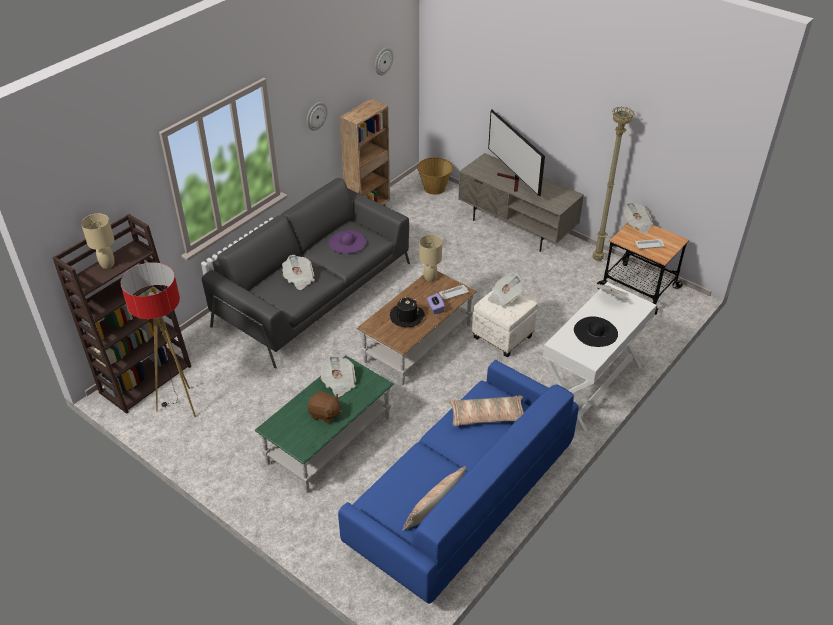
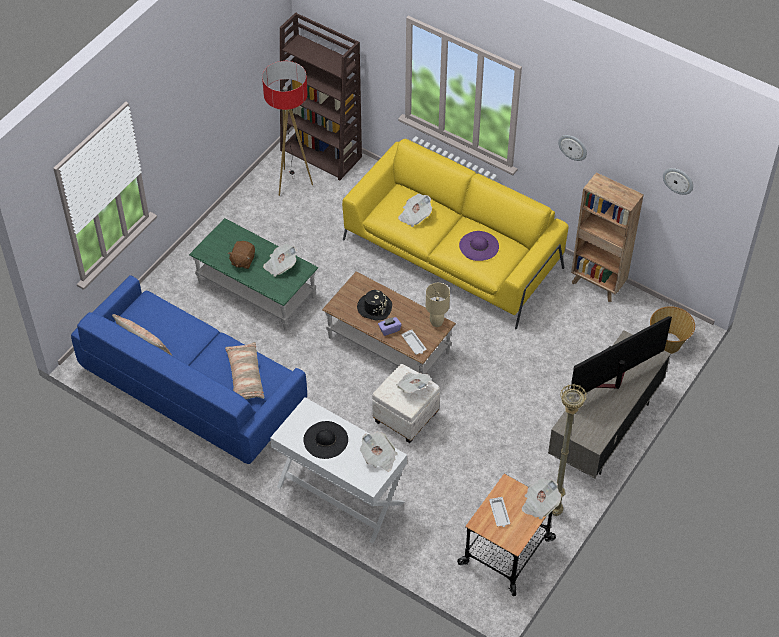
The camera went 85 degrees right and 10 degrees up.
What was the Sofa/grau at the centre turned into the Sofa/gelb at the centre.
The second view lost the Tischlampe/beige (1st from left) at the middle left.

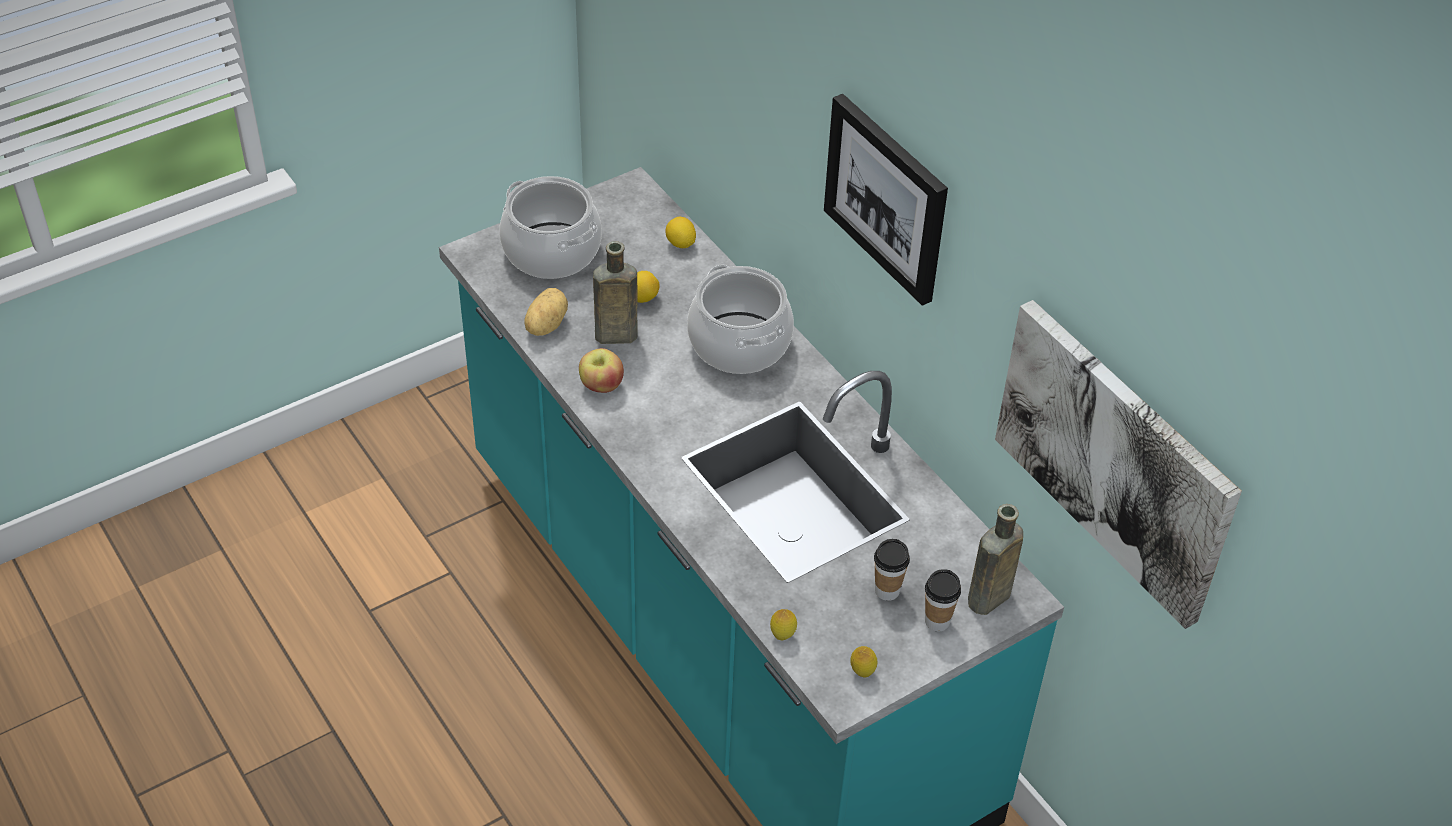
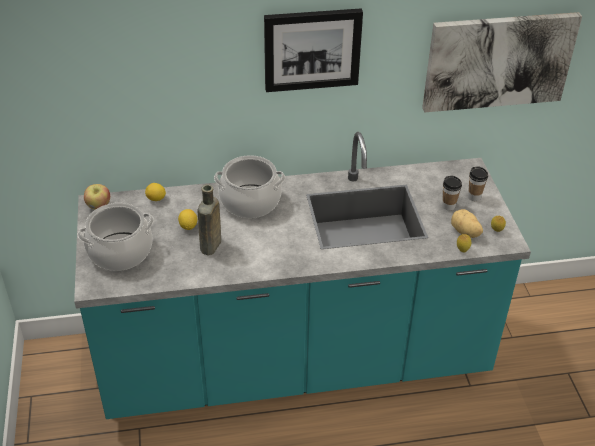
The camera went 65 degrees left and 5 degrees down.
The Apfel ended up elsewhere, having gone from the centre to the middle left.
The Kartoffel ended up elsewhere, having gone from the centre to the middle right.
The second view lost the Flasche/braun (2nd from left) at the bottom right.

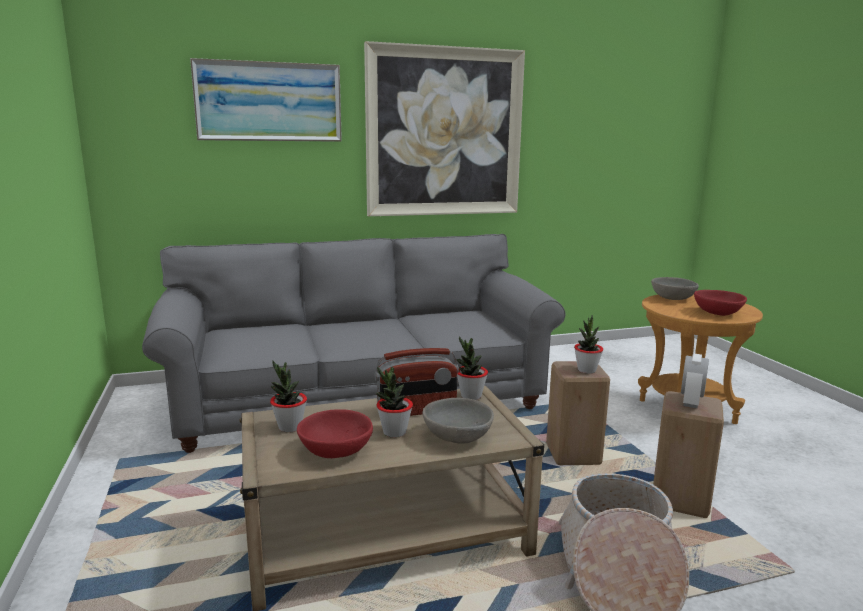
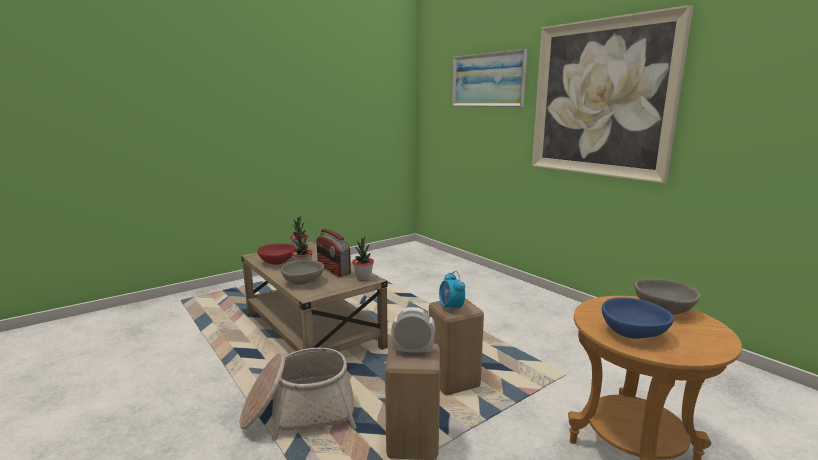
The camera went 70 degrees right and 0 degrees up.
Where the Topfpflanze (4th from left) stood at the middle right, the Wecker (2nd from left) came to stand at the centre.
What was the Schüssel/rot (2nd from left) at the middle right turned into the Schüssel/blau at the bottom right.
The second view lost the Sofa/grau at the centre.

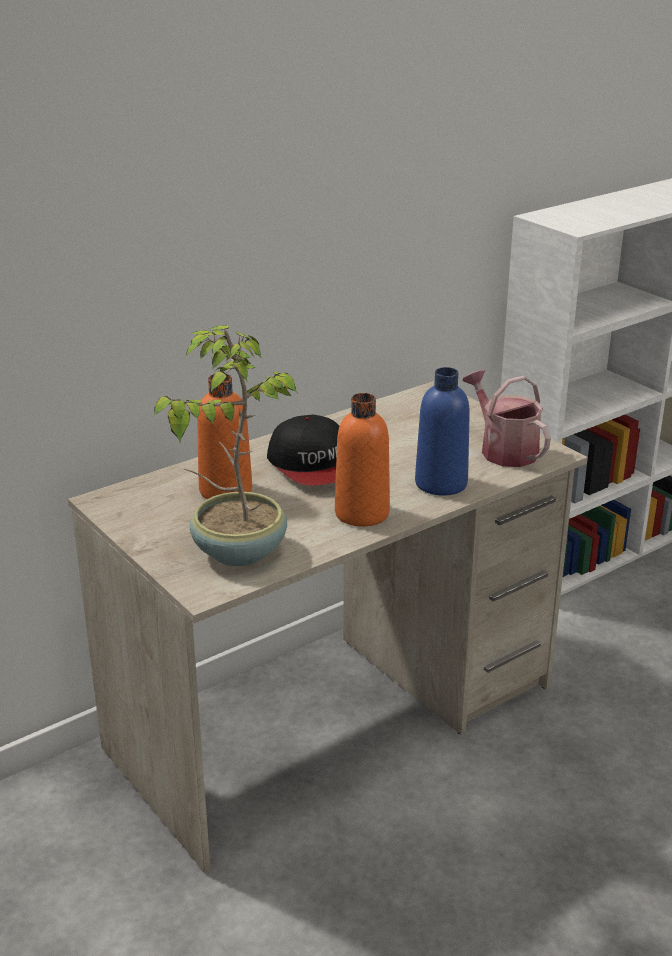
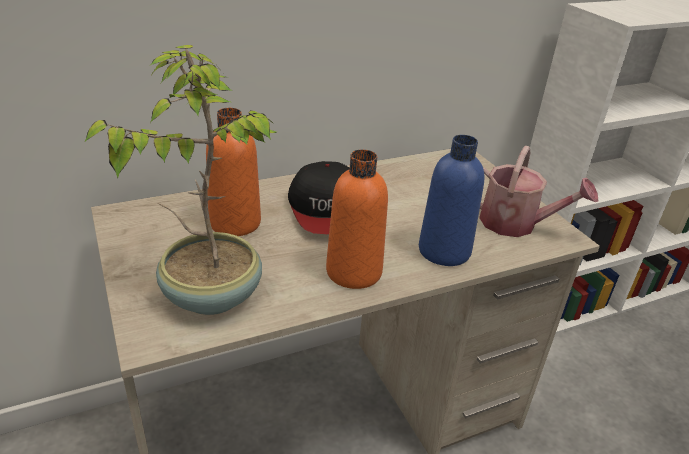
The camera went 10 degrees right and 5 degrees up.
The Gießkanne at the middle right ended up facing another way, 135 degrees clockwise from before.

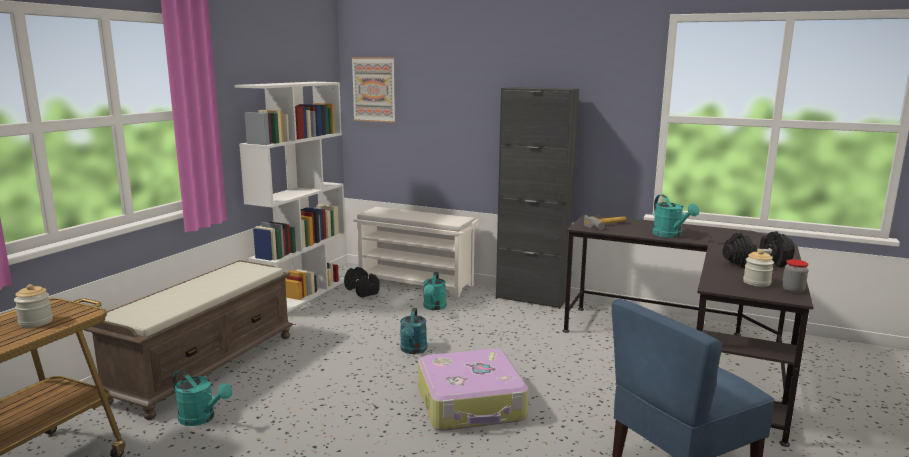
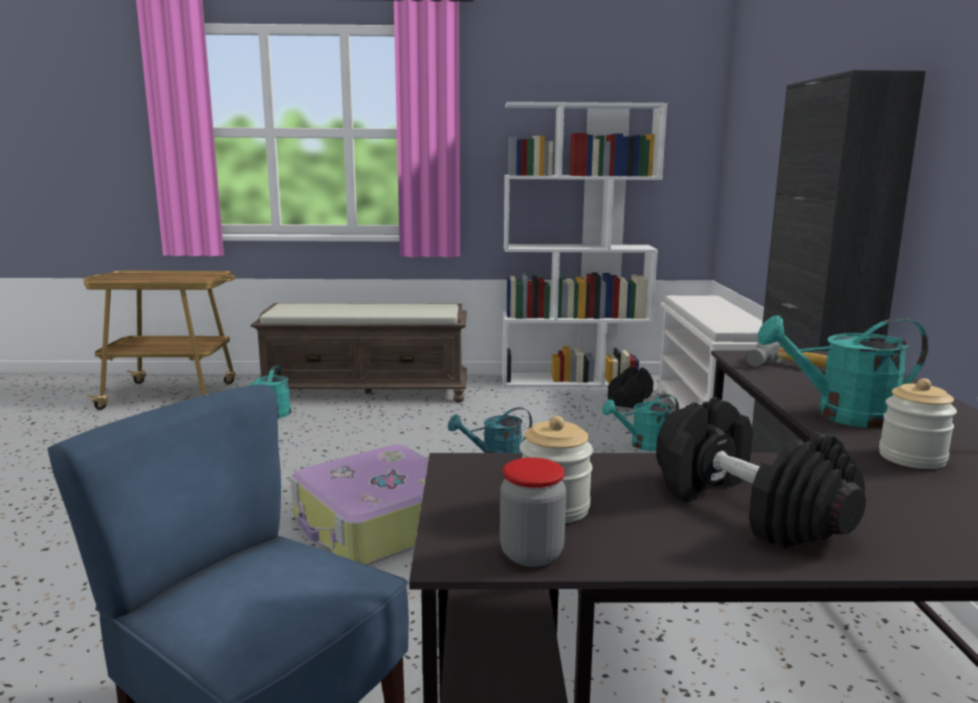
The camera went 65 degrees right and 0 degrees up.
The Gießkanne/türkis (4th from left) at the middle right ended up facing another way, 45 degrees clockwise from before.
The Vorratsglas (1st from left in the first image) ended up elsewhere, having gone from the bottom left to the middle right.
The second view lost the Bild at the top centre.

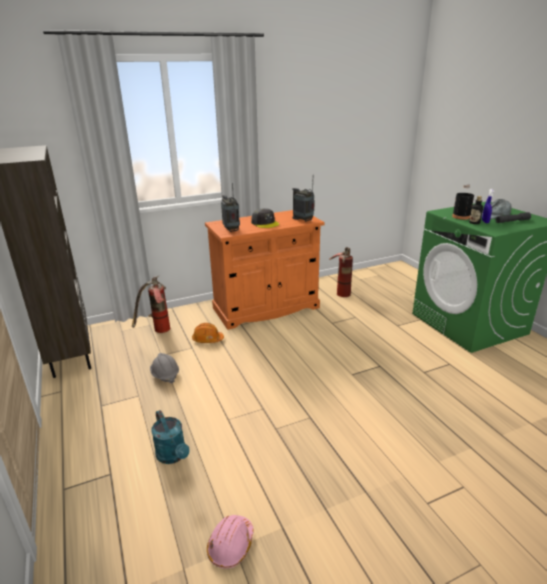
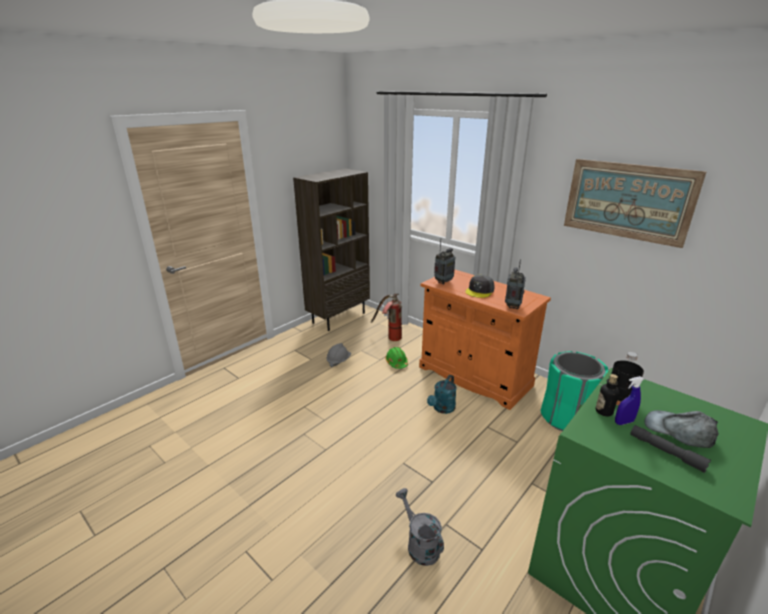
The camera went 65 degrees right and 0 degrees up.
What was the Schutzhelm/orange at the centre turned into the Schutzhelm/grün at the centre.
The second view gained the Gießkanne/grau at the bottom centre.
The Gießkanne/türkis ended up elsewhere, having gone from the bottom left to the centre.
Where the Feuerlöscher (2nd from left) stood at the centre, the Mülleimer/grün came to stand at the middle right.
The second view gained the Bild at the top right.
The second view lost the Schutzhelm/rosa at the bottom centre.

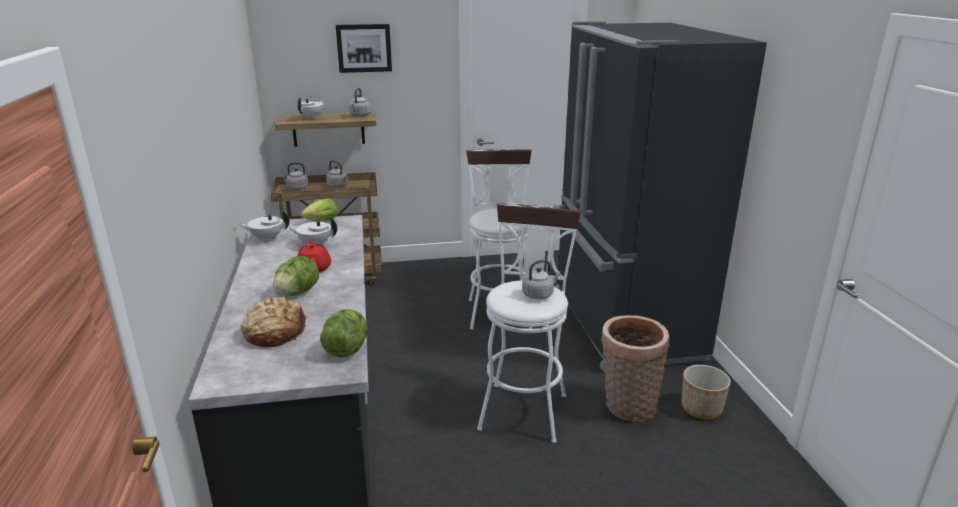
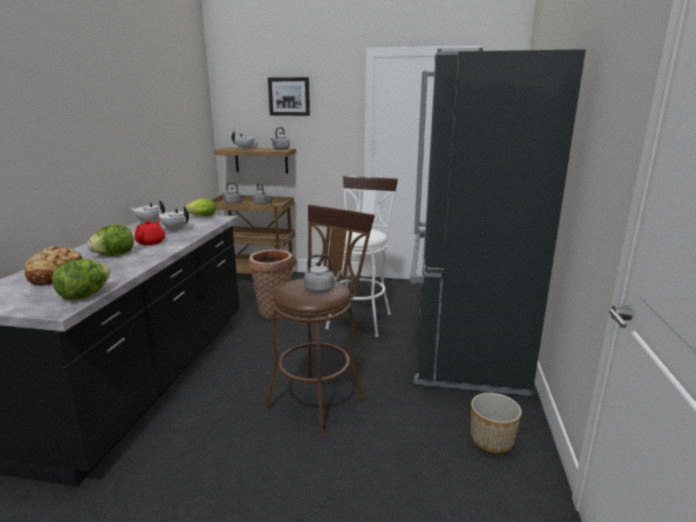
The camera went 20 degrees right and 5 degrees down.
The Korb ended up elsewhere, having gone from the bottom centre to the centre.
What was the Hocker/weiß (2nd from left) at the centre turned into the Hocker/braun at the centre.

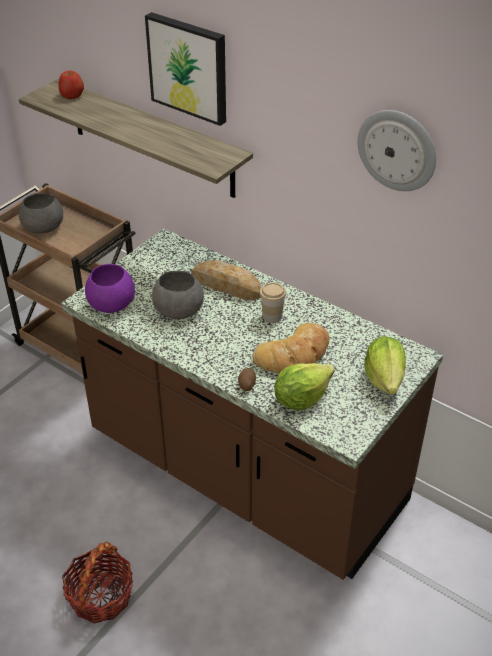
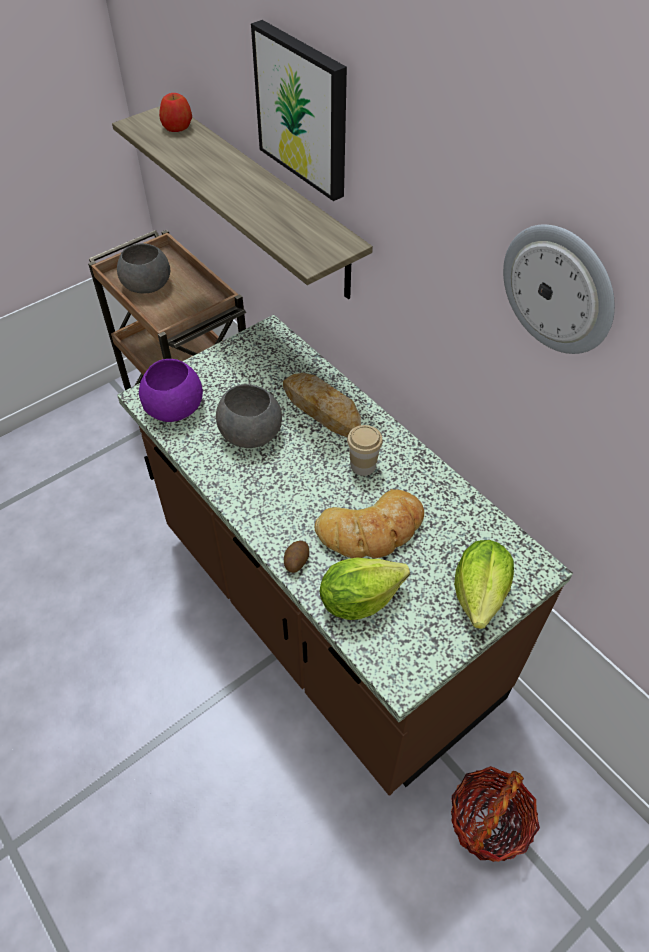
The camera went 15 degrees right and 10 degrees up.
The Korb ended up elsewhere, having gone from the bottom left to the bottom right.

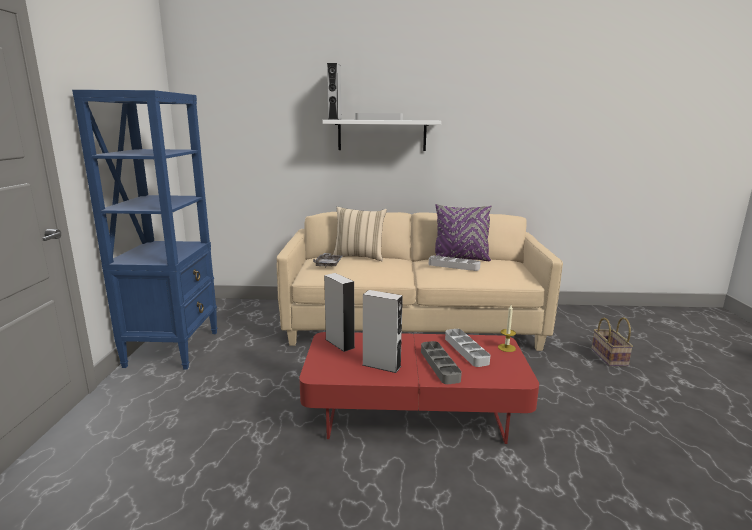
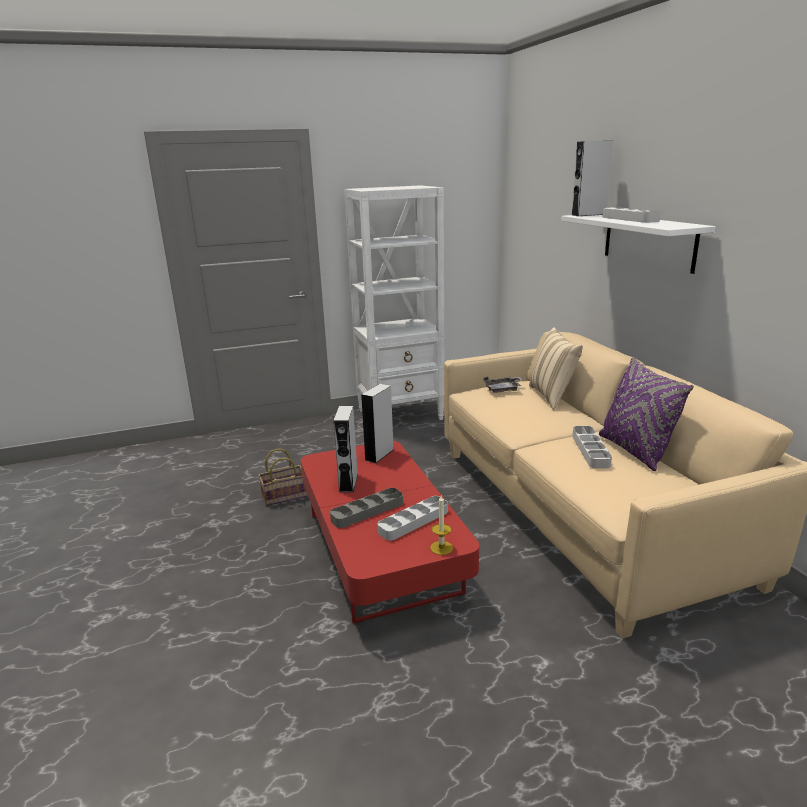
The camera went 70 degrees right and 5 degrees up.
The Korb ended up elsewhere, having gone from the middle right to the centre.
What was the Bücherregal/blau at the middle left turned into the Bücherregal/weiß at the centre.

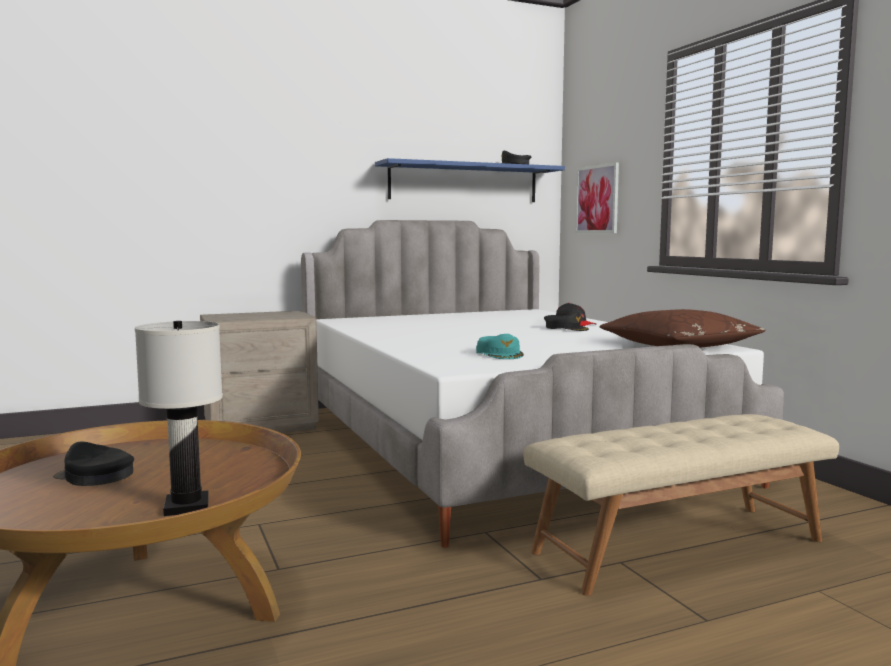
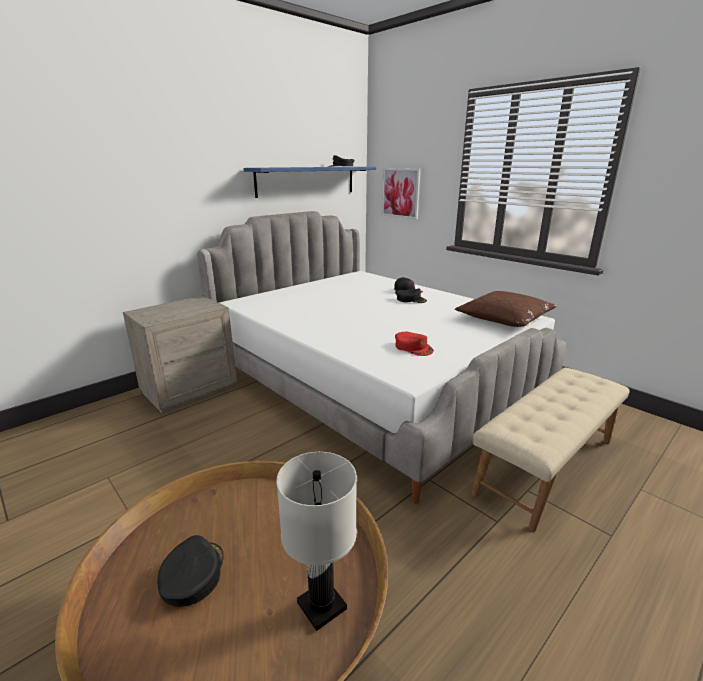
The camera went 20 degrees left and 15 degrees up.
The Kappe/schwarz (1st from left) at the bottom left ended up facing another way, 90 degrees clockwise from before.
What was the Kappe/türkis at the centre turned into the Kappe/rot at the centre.

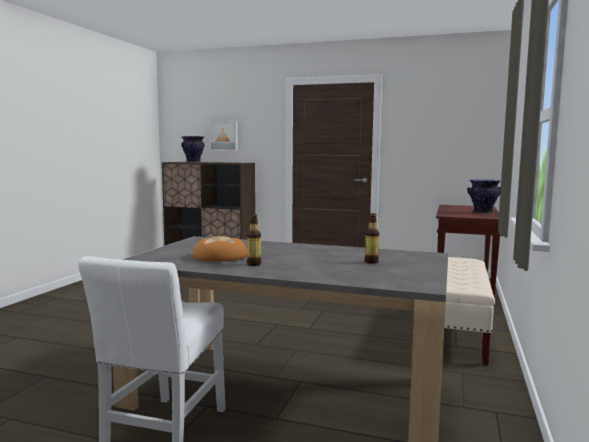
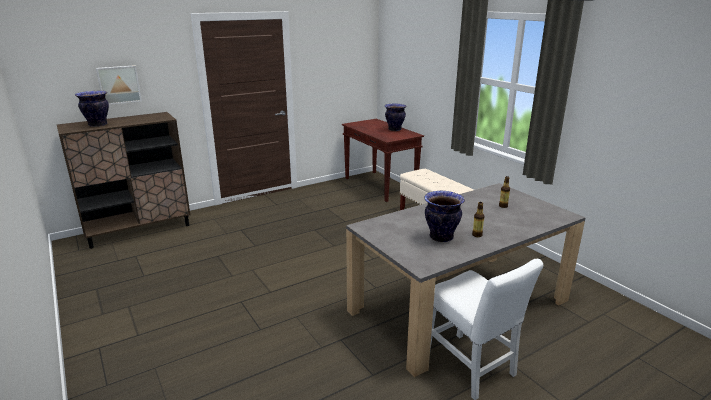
The camera went 50 degrees left and 15 degrees up.
Where the Brot stood at the centre, the Vase (3rd from left) came to stand at the centre.

